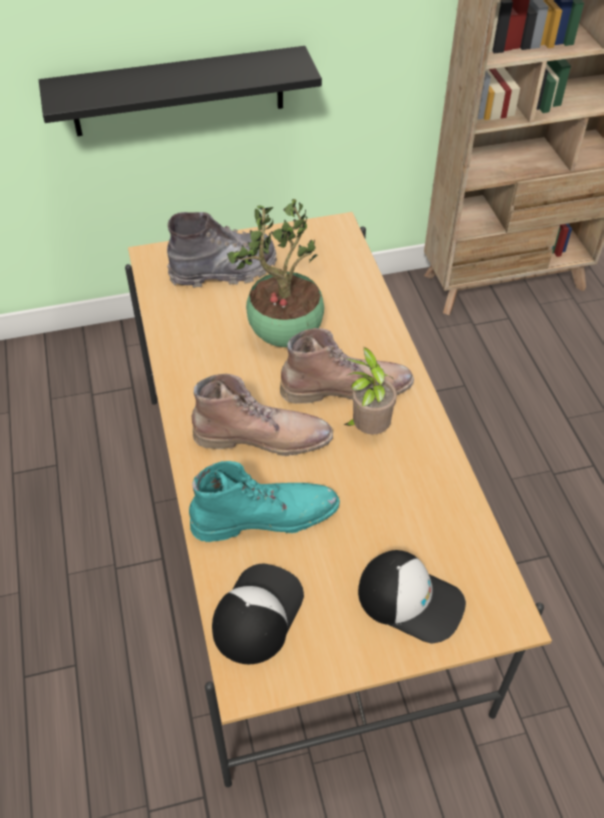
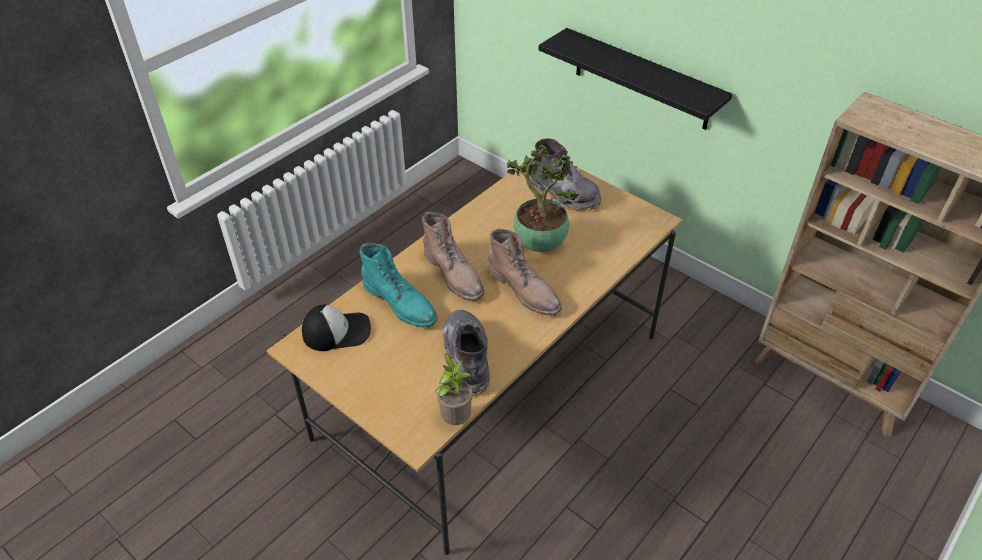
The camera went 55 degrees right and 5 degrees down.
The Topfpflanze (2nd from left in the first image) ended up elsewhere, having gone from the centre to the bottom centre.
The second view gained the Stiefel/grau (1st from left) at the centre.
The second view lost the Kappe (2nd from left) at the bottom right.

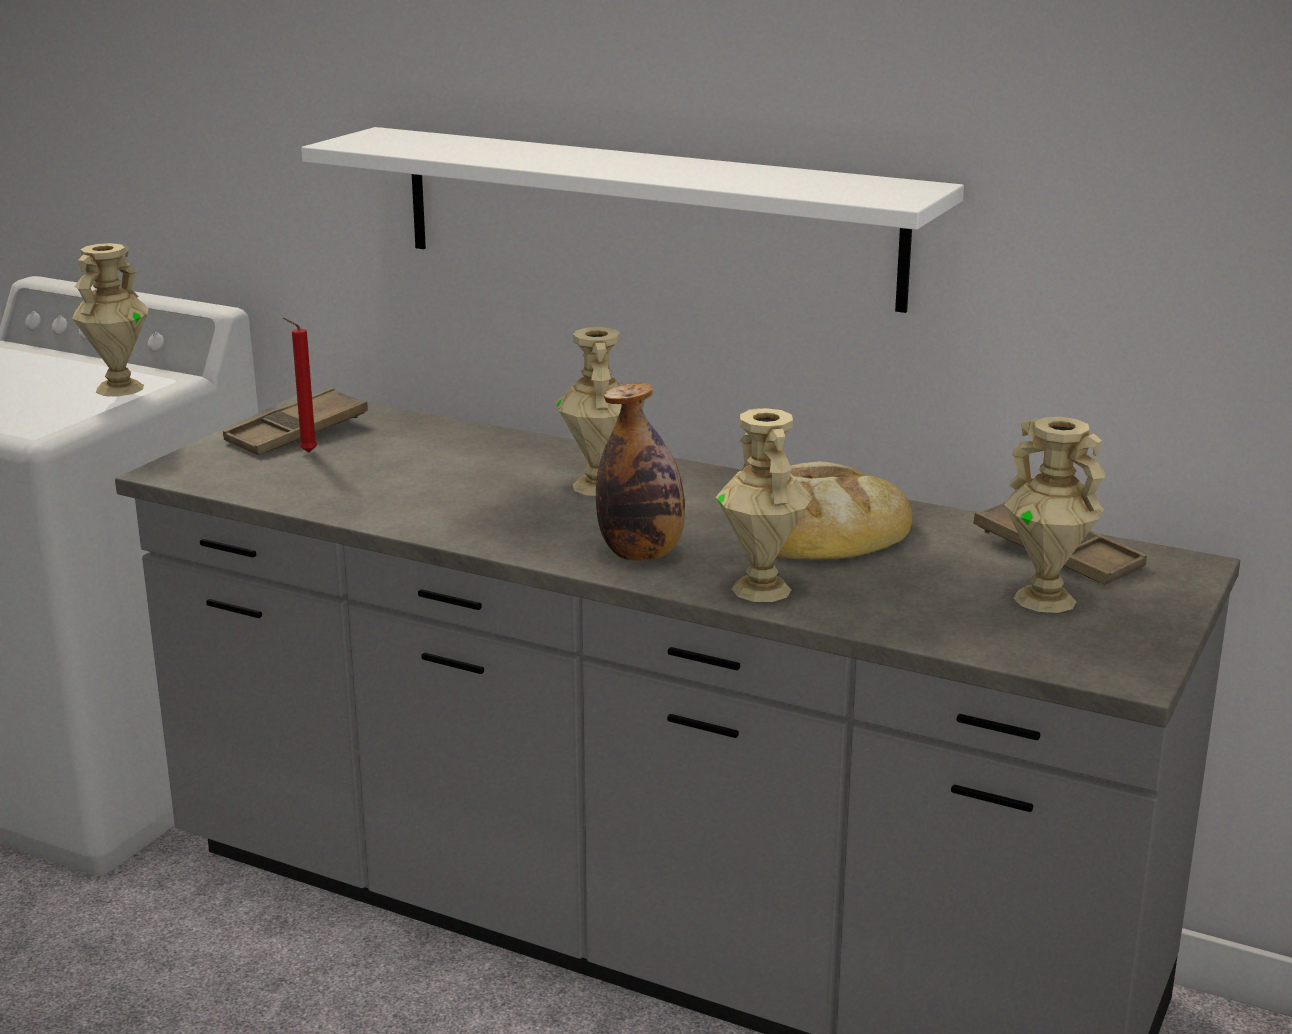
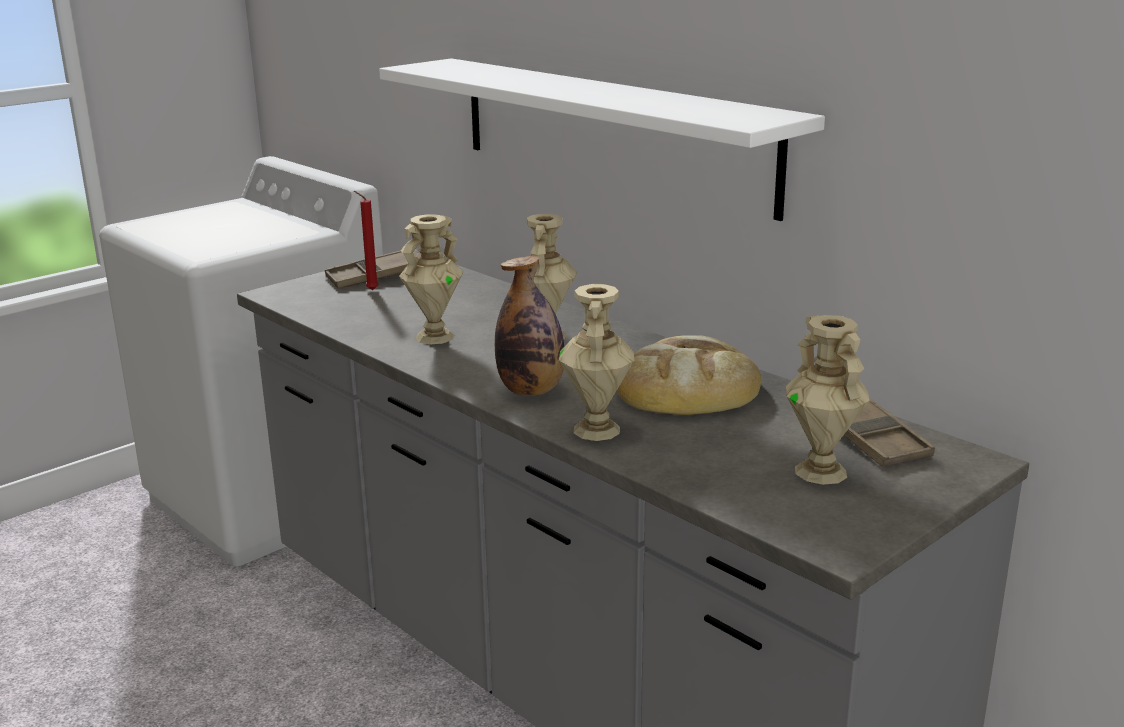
The camera went 20 degrees right and 0 degrees up.
The Vase/beige (1st from left) ended up elsewhere, having gone from the top left to the centre.

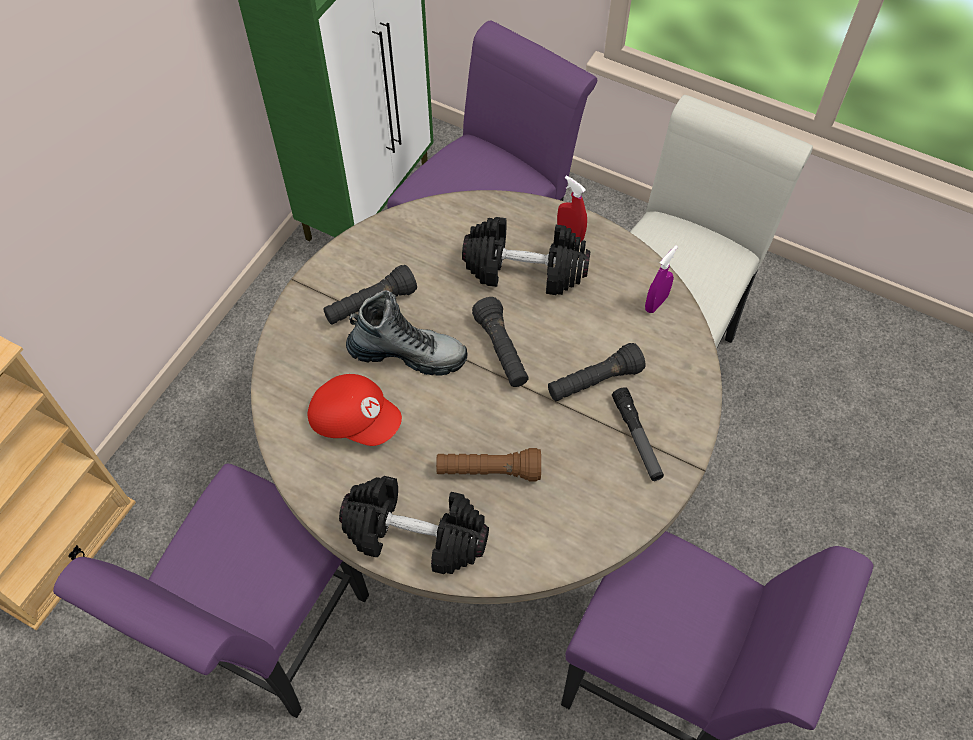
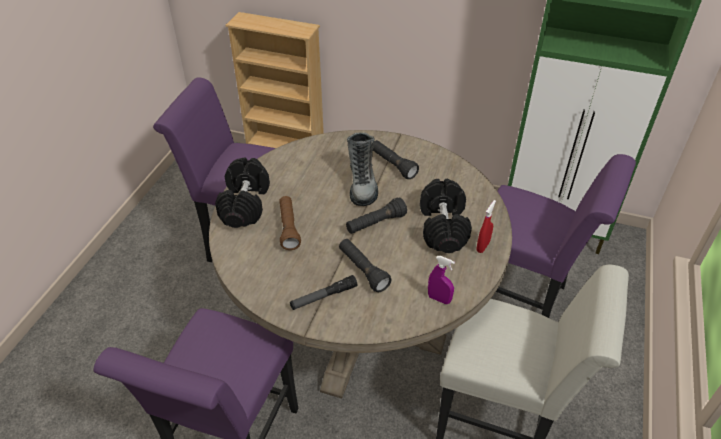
The camera went 80 degrees right and 15 degrees down.
The second view lost the Kappe/rot at the centre.

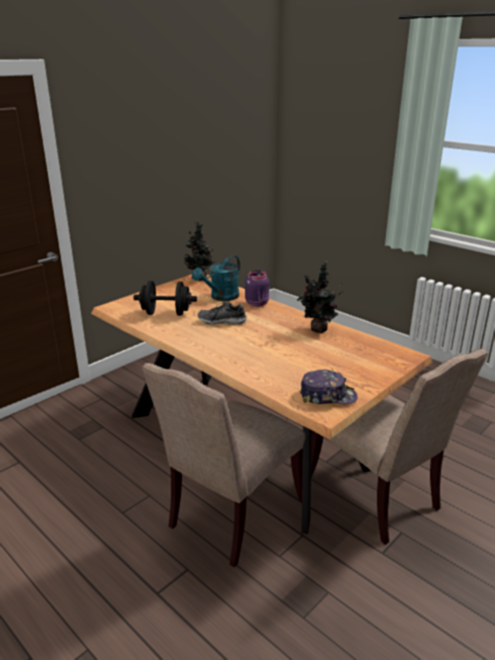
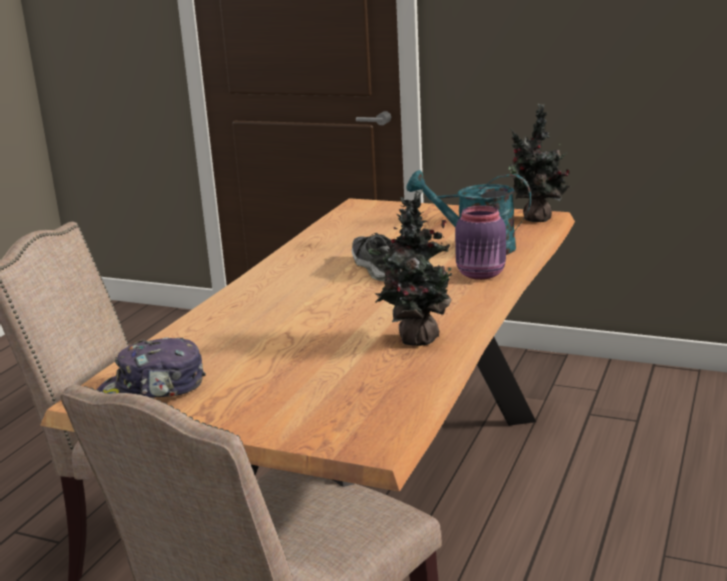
The camera went 70 degrees right and 5 degrees down.
The Kappe at the centre ended up facing another way, 90 degrees clockwise from before.
The second view lost the Hantel/schwarz at the centre.

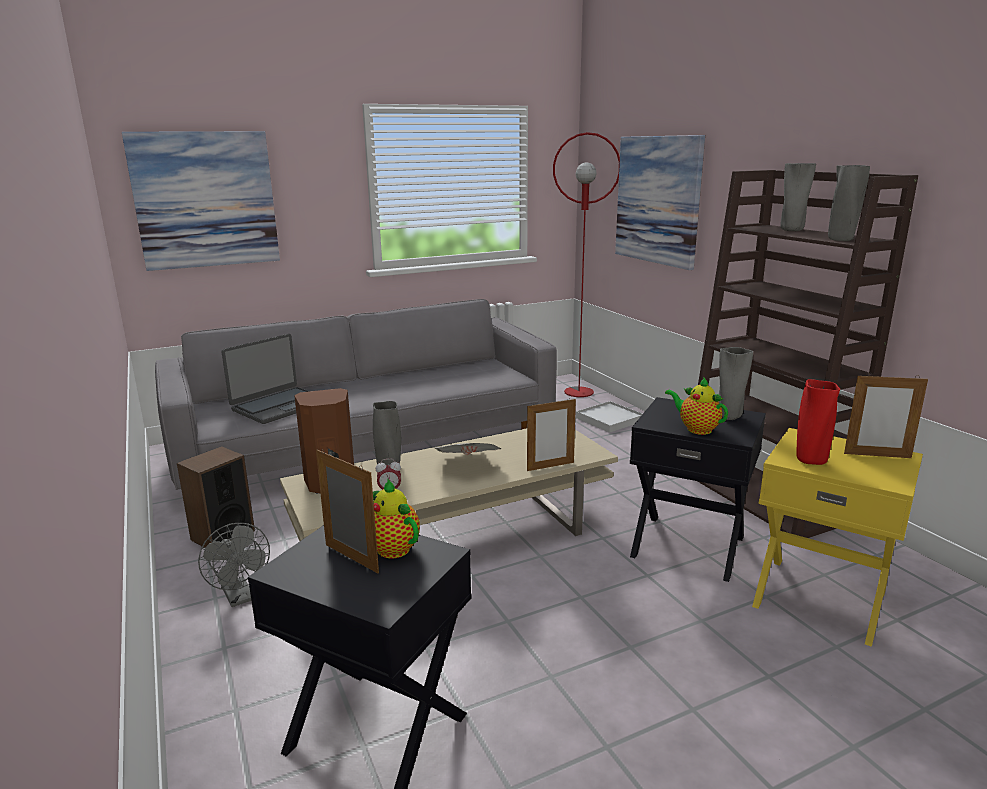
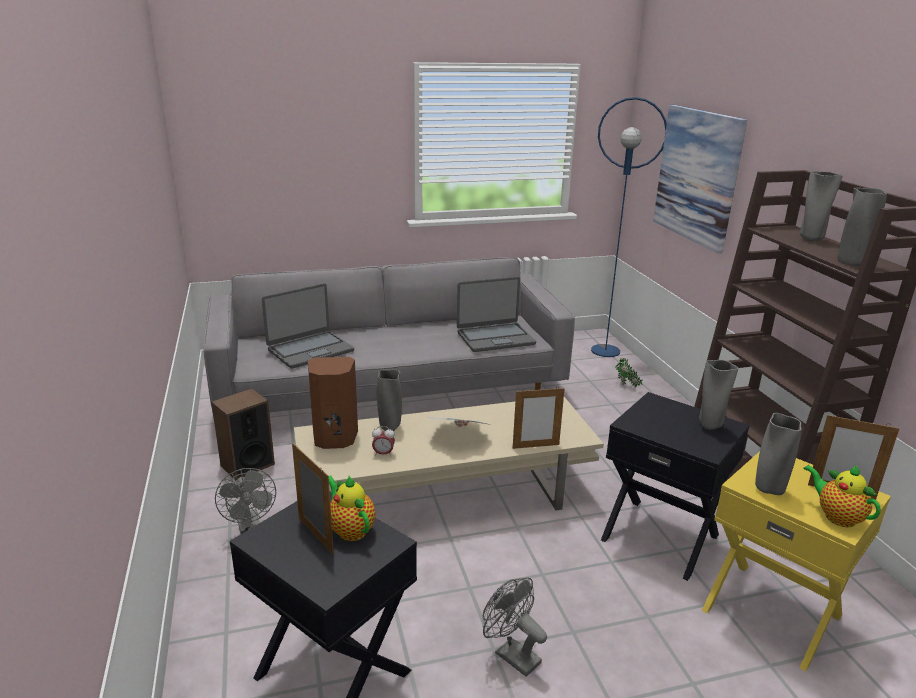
The camera went 10 degrees right and 5 degrees up.
The second view gained the Laptop (2nd from left) at the centre.
The second view gained the Ventilator/grau (2nd from left) at the bottom centre.
What was the Stehlampe/rot at the centre turned into the Stehlampe/blau at the top right.
Where the Tablett/weiß stood at the centre, the Topfpflanze came to stand at the middle right.
What was the Vase/rot at the middle right turned into the Vase/grau (3rd from left) at the middle right.
The Teekanne (2nd from left) ended up elsewhere, having gone from the middle right to the bottom right.
The second view lost the Bild (1st from left) at the top left.

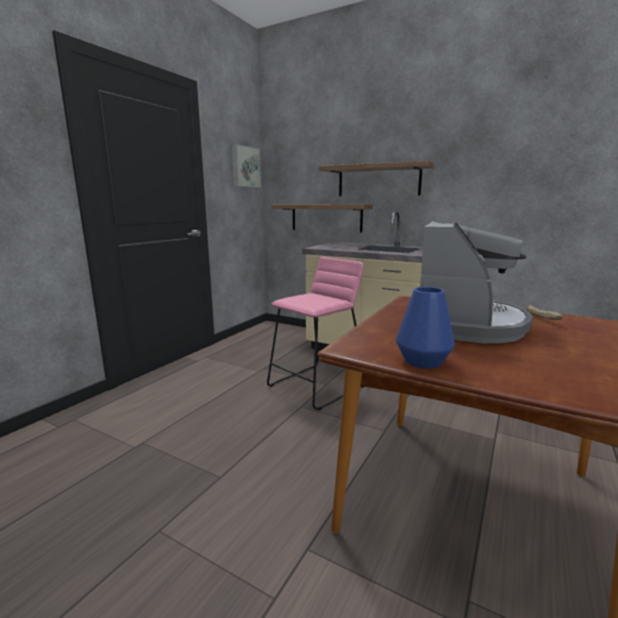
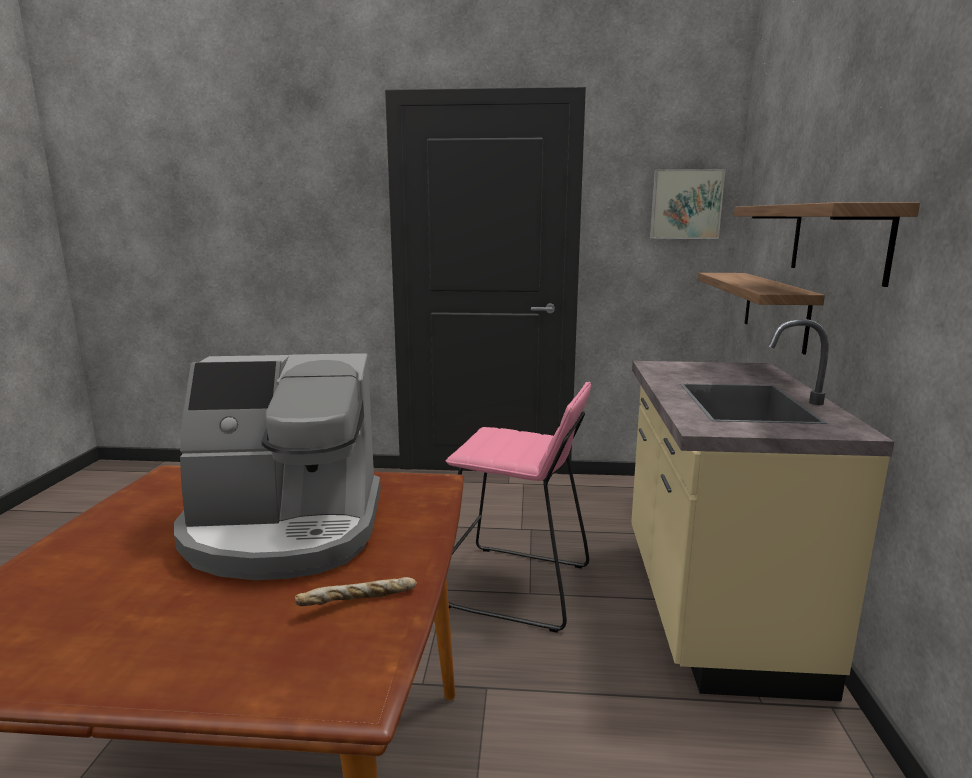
The camera went 65 degrees right and 0 degrees up.
The second view lost the Vase/blau at the middle right.

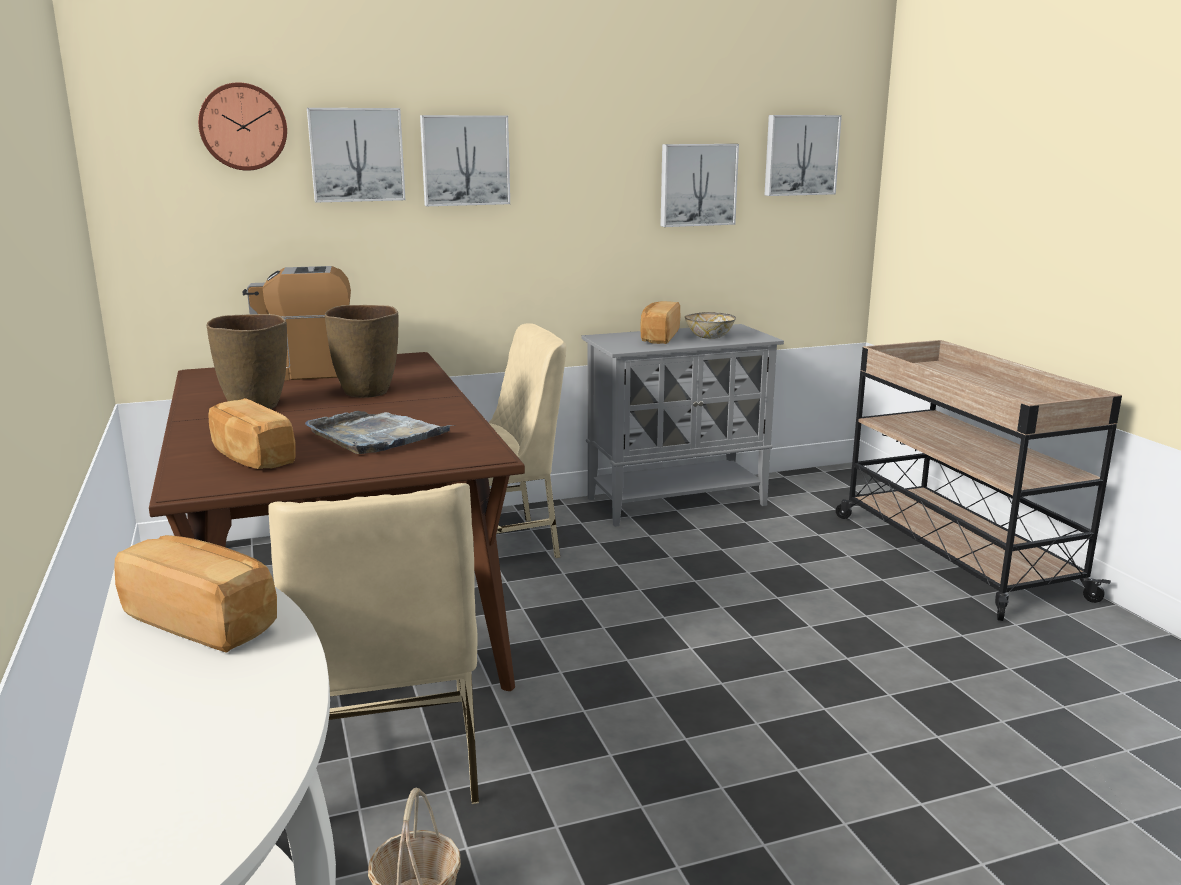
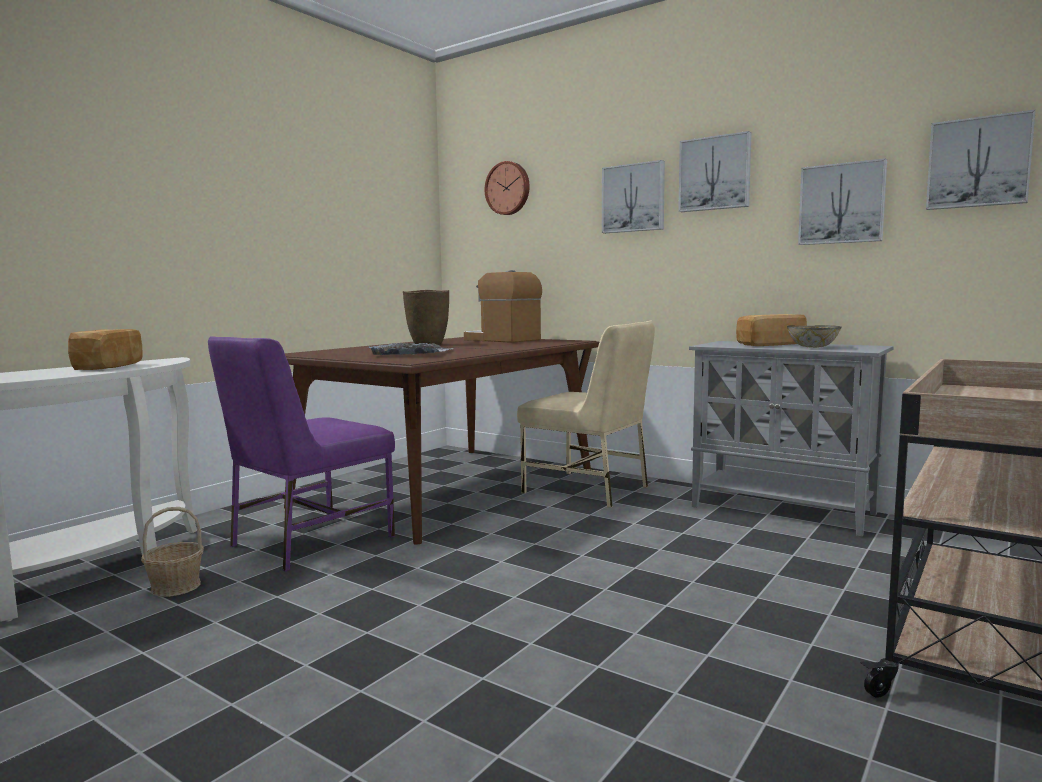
The camera went 55 degrees right and 10 degrees down.
What was the Stuhl/beige (1st from left) at the bottom left turned into the Stuhl/lila at the middle left.
The Bild (1st from left in the first image) ended up elsewhere, having gone from the top left to the top right.
The second view lost the Brot (2nd from left) at the middle left.
The second view lost the Vase/braun (2nd from left) at the middle left.

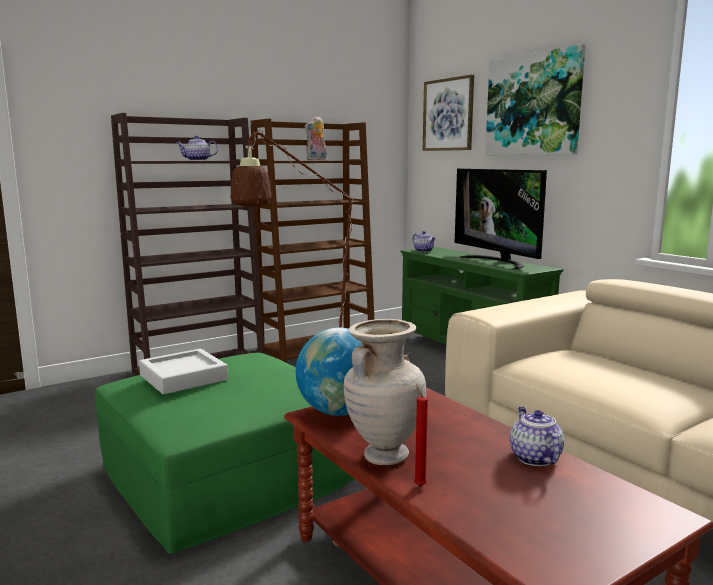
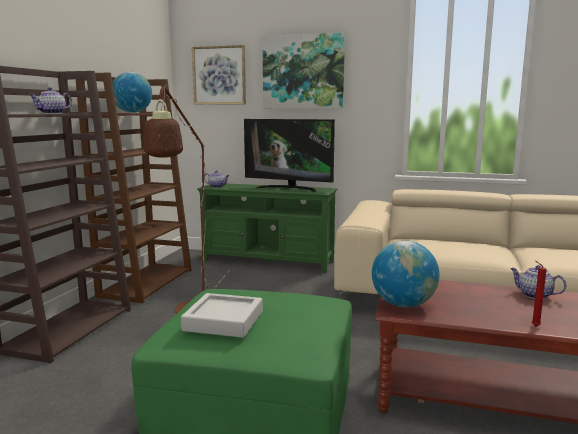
The camera went 40 degrees left and 0 degrees up.
Where the Plüschtier stood at the top centre, the Globus (1st from left) came to stand at the top left.
The second view lost the Vase/beige at the bottom centre.

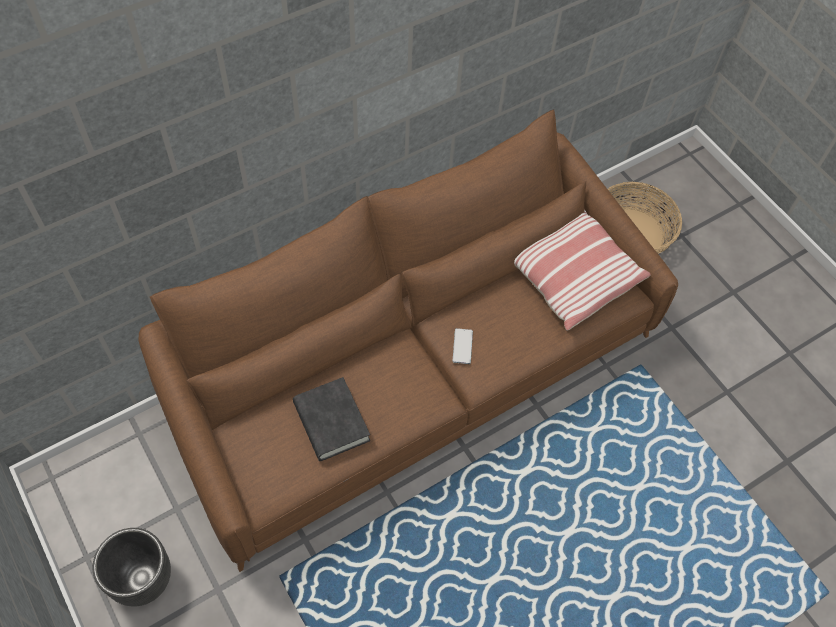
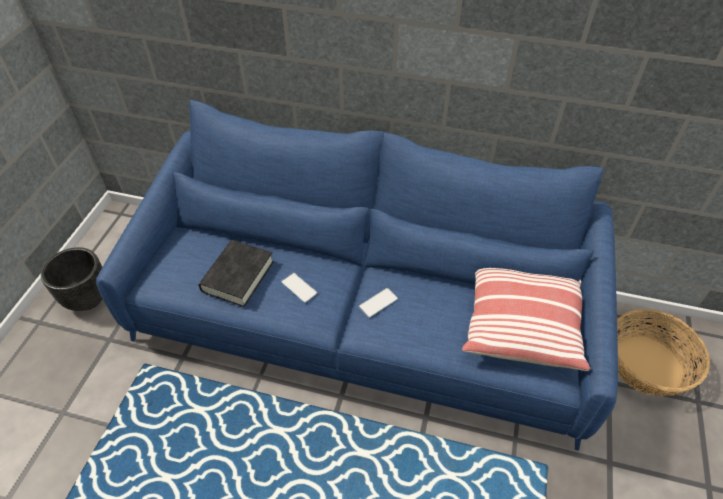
The camera went 50 degrees right and 10 degrees down.
What was the Sofa/braun at the centre turned into the Sofa/blau at the centre.
The second view gained the Handy (1st from left) at the centre.

